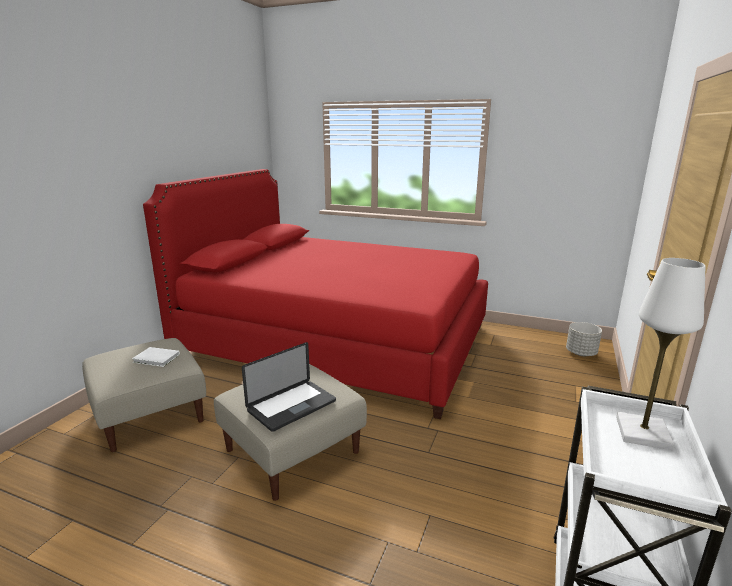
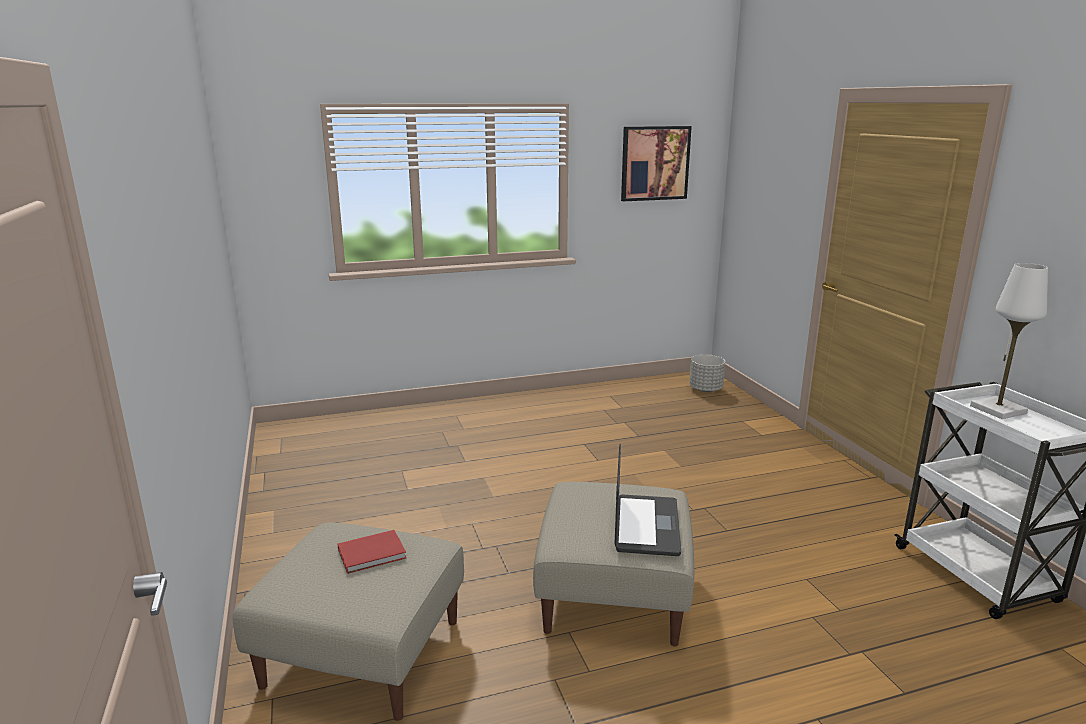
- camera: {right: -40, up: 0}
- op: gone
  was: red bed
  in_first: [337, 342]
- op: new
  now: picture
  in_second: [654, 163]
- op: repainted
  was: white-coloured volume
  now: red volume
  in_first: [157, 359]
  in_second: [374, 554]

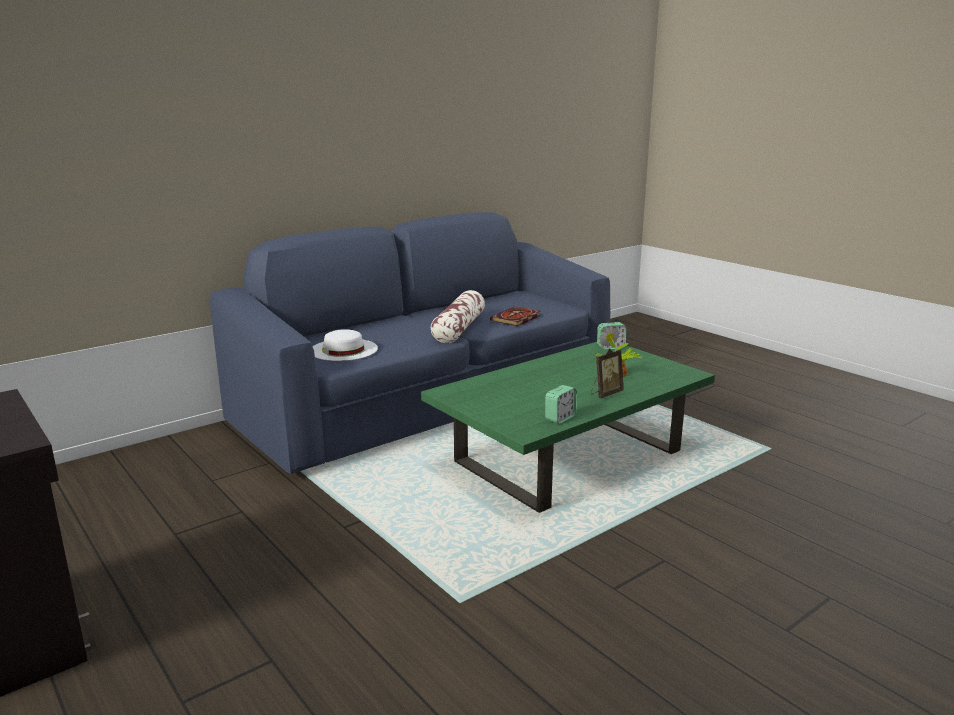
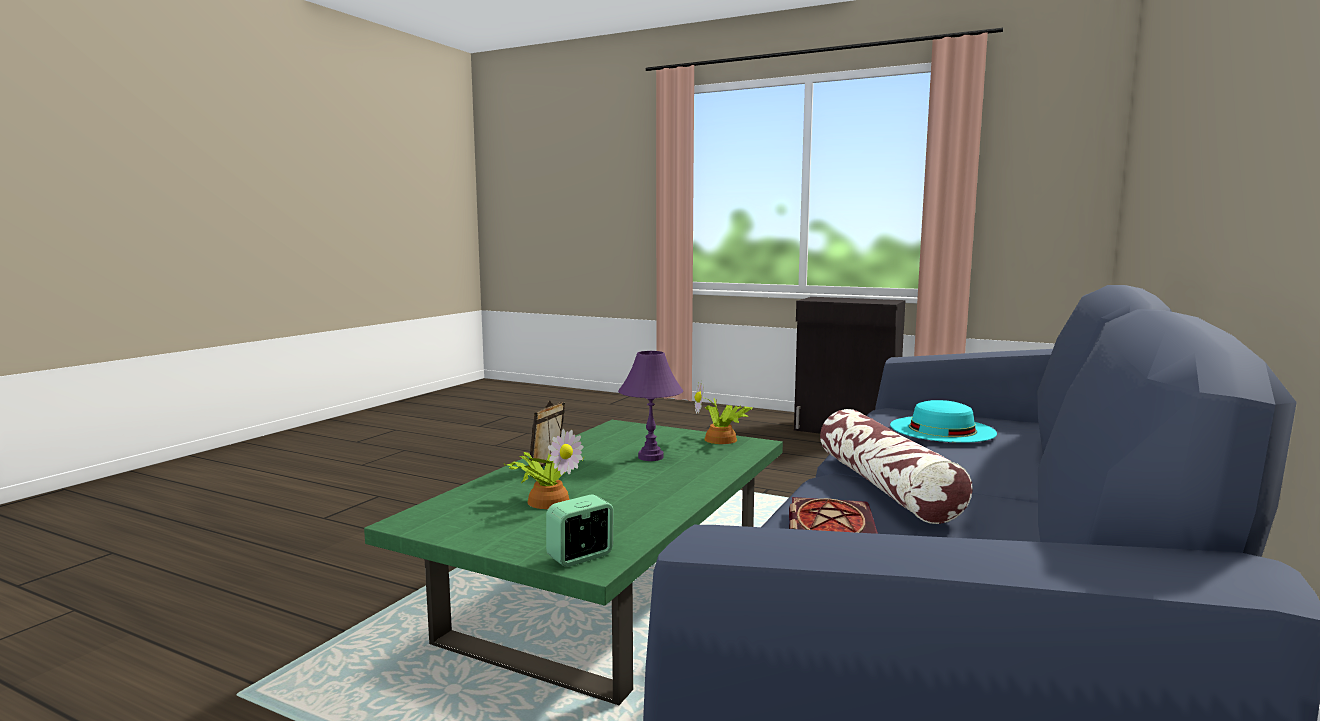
- camera: {right: 155, up: -10}
- op: gone
  was: bedside clock
  in_first: [560, 418]
- op: new
  now: purple lamp for a table
  in_second: [651, 457]
- op: new
  now: houseplant
  in_second: [722, 440]
- op: repainted
  was: white-coloured wearable hat
  now: turquoise-coloured wearable hat
  in_first: [343, 349]
  in_second: [942, 429]

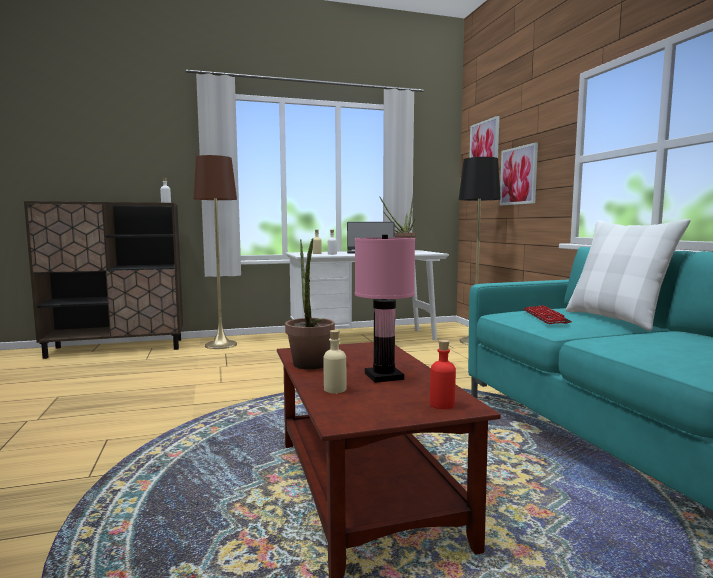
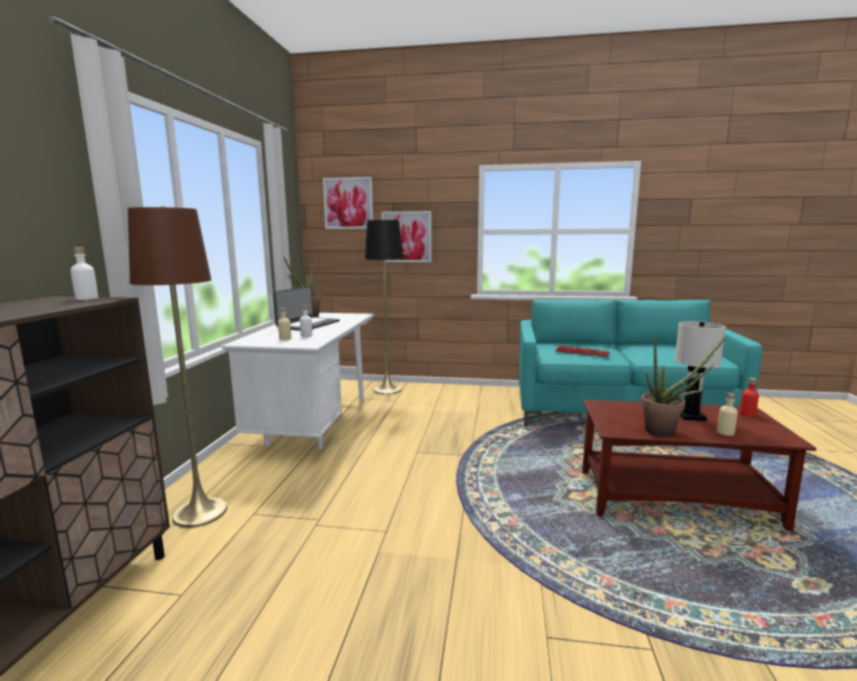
- camera: {right: -65, up: 5}
- op: gone
  was: white-coloured pillow
  in_first: [616, 319]
- op: repainted
  was: pinkish lamp for a table
  now: white-coloured lamp for a table
  in_first: [383, 376]
  in_second: [690, 416]

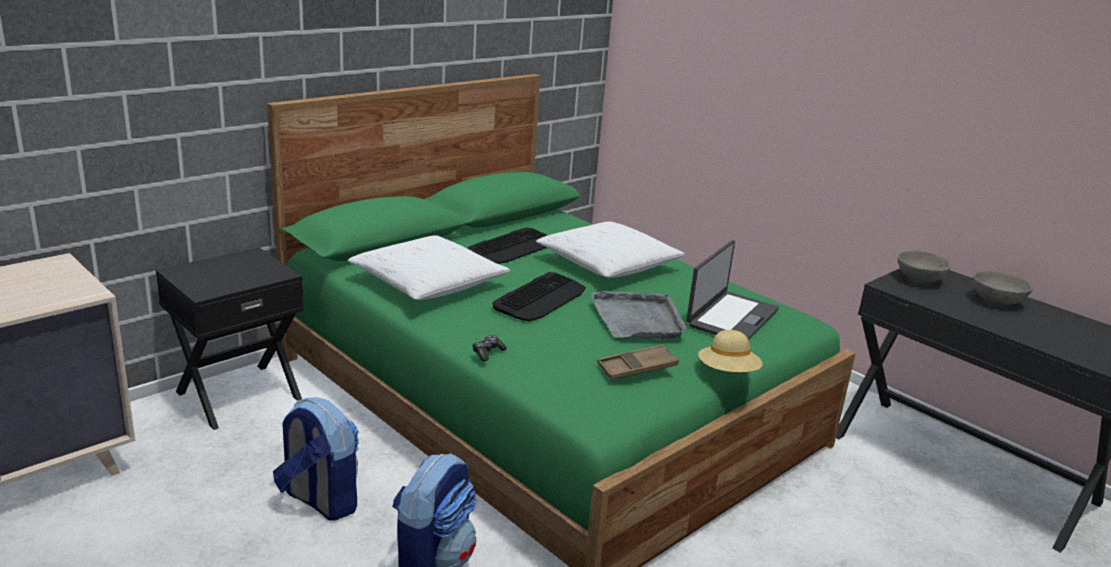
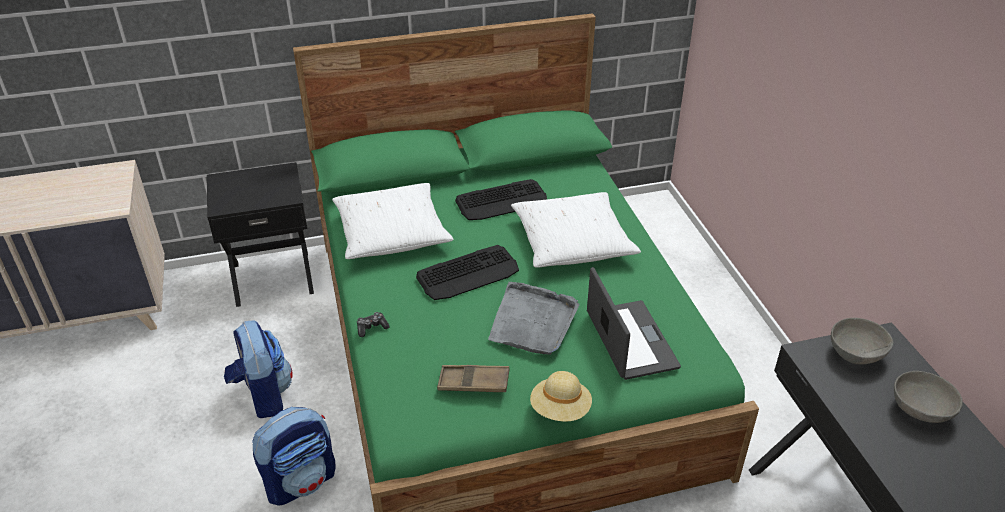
- camera: {right: 30, up: 15}
- op: rotated
  was: notebook computer
  in_first: [731, 317]
  in_second: [630, 340]
  clockwise: -75

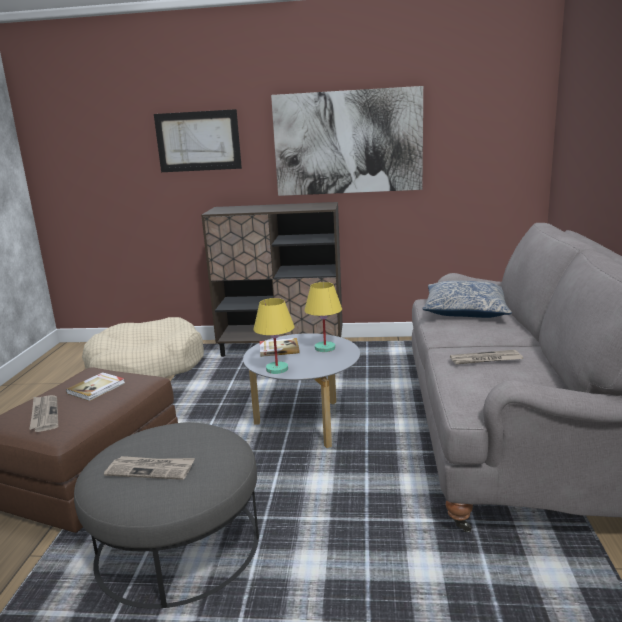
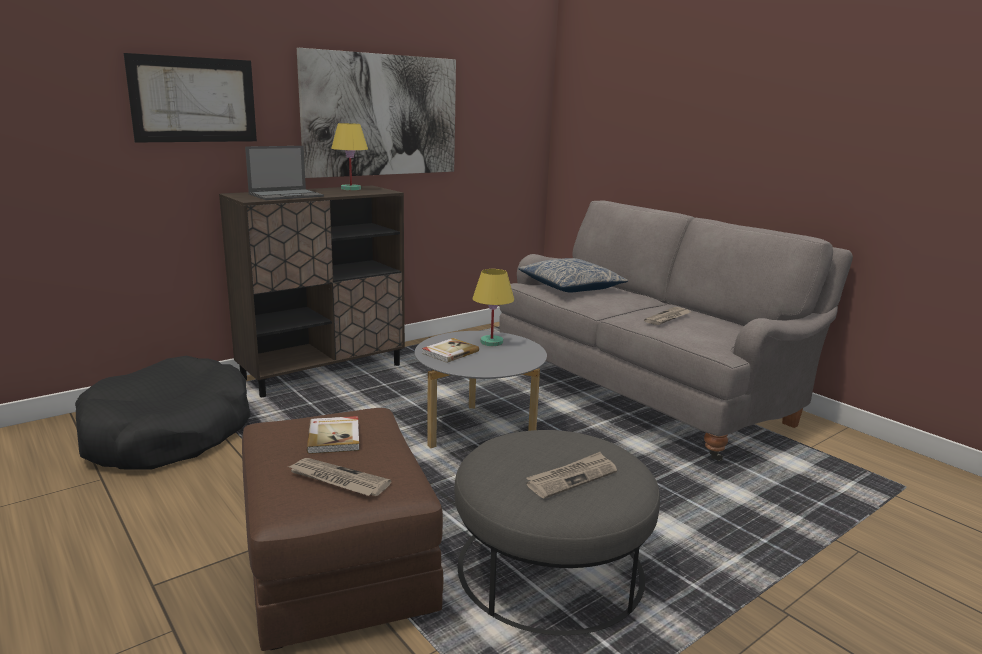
- camera: {right: -45, up: 0}
- op: new
  now: notebook computer
  in_second: [287, 195]
- op: shifted
  was: yellow-coloured lamp for a table
  in_first: [277, 369]
  in_second: [350, 189]
- op: repainted
  was: sand-coloured dog cushion
  now: blackish dog cushion
  in_first: [146, 366]
  in_second: [168, 433]

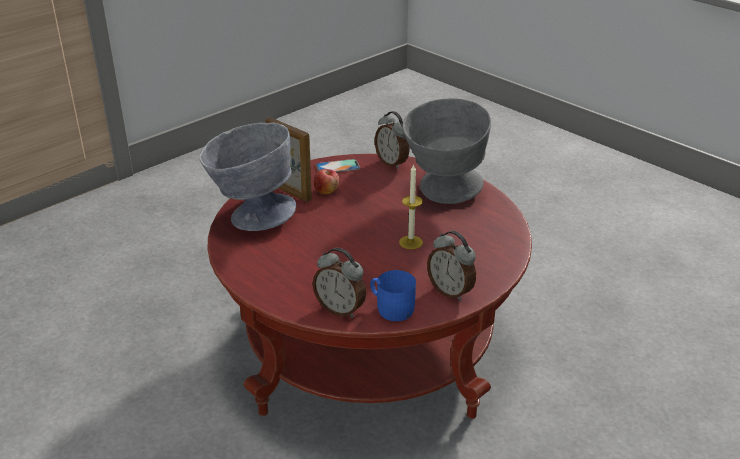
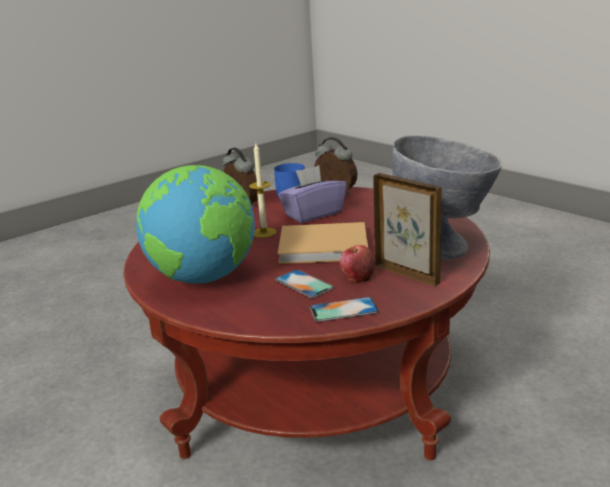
- camera: {right: -175, up: -10}
- op: gone
  was: bedside clock
  in_first: [392, 163]
- op: new
  now: phone
  in_second: [304, 284]
- op: new
  now: purple tissue holder
  in_second: [313, 214]
- op: new
  now: sand-coloured volume
  in_second: [326, 246]
- op: swapped
  was: grey serving bowl
  now: globe
  in_first: [442, 193]
  in_second: [204, 278]

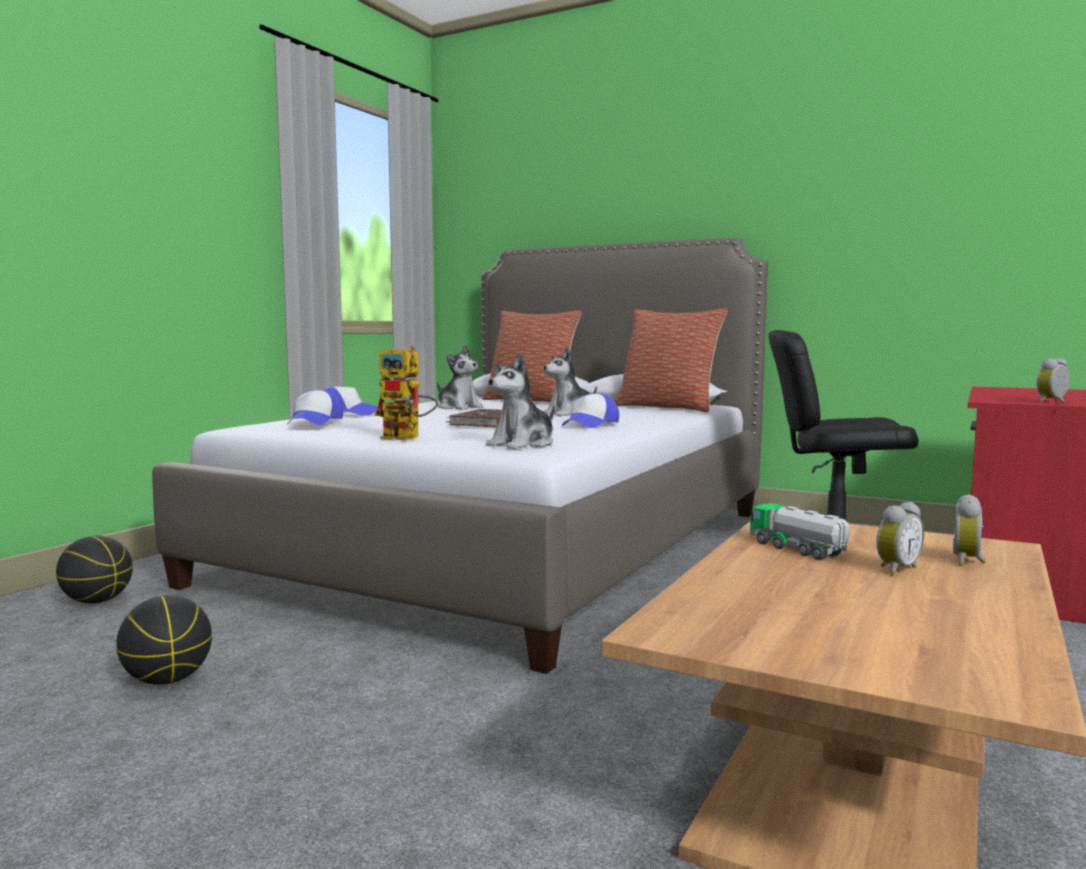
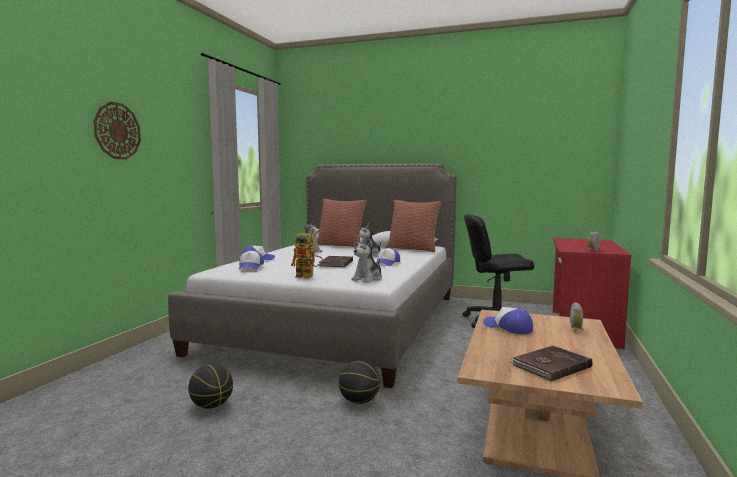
- camera: {right: -10, up: 0}
- op: gone
  was: bedside clock
  in_first: [895, 569]
- op: new
  now: clock on the wall
  in_second: [117, 131]
- op: new
  now: brown volume
  in_second: [550, 365]
- op: shifted
  was: ball for basketball
  in_first: [97, 601]
  in_second: [359, 401]
- op: swapped
  was: toy lorry
  now: baseball cap
  in_first: [798, 549]
  in_second: [508, 328]

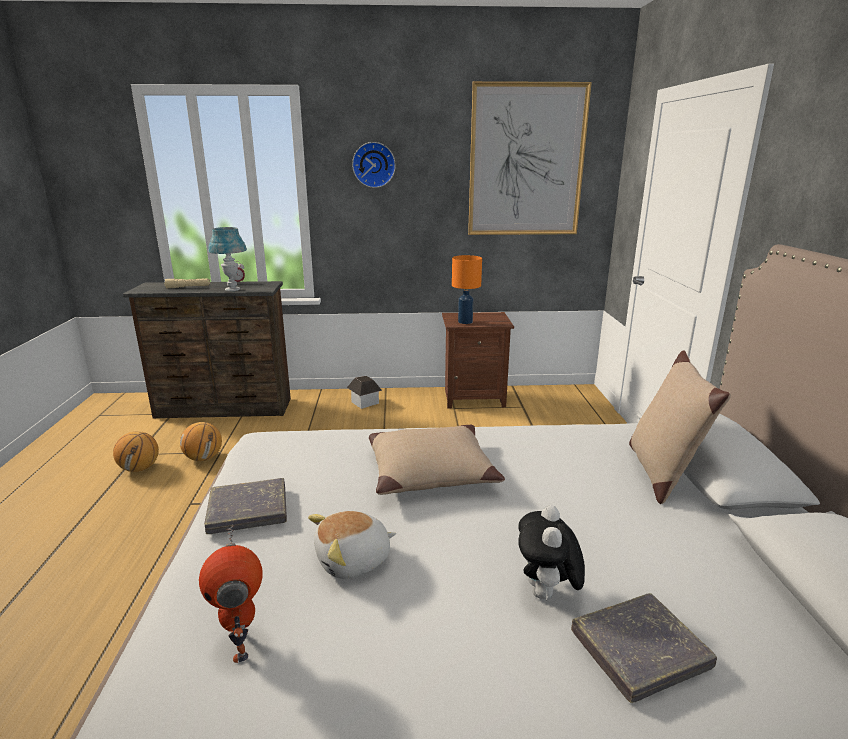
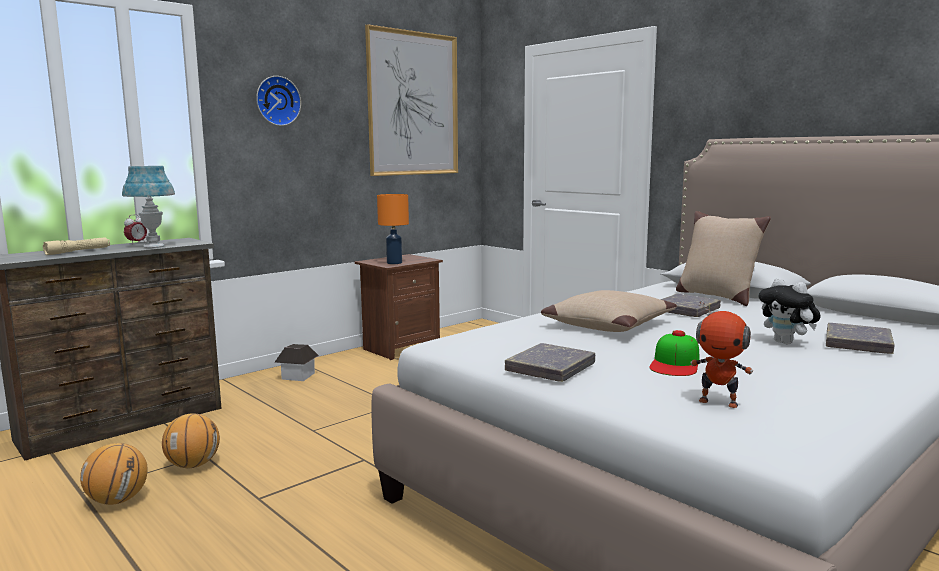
- camera: {right: -40, up: -10}
- op: new
  now: grey volume
  in_second: [686, 310]
- op: swapped
  was: plush toy
  now: baseball cap
  in_first: [354, 560]
  in_second: [675, 363]

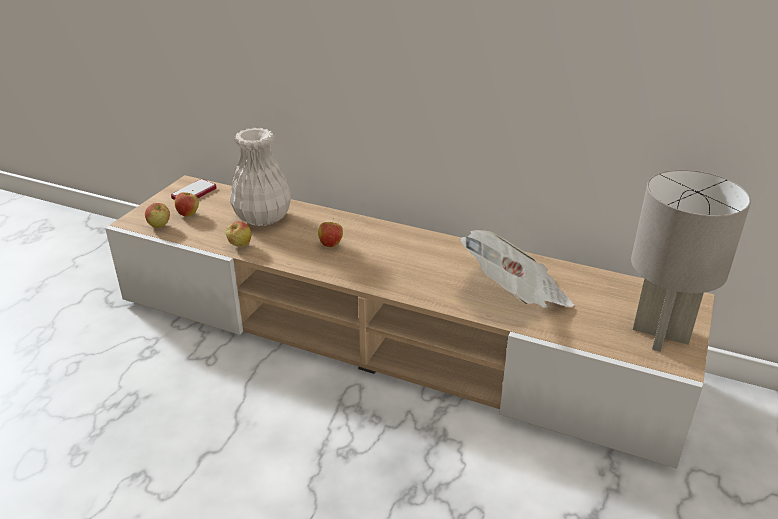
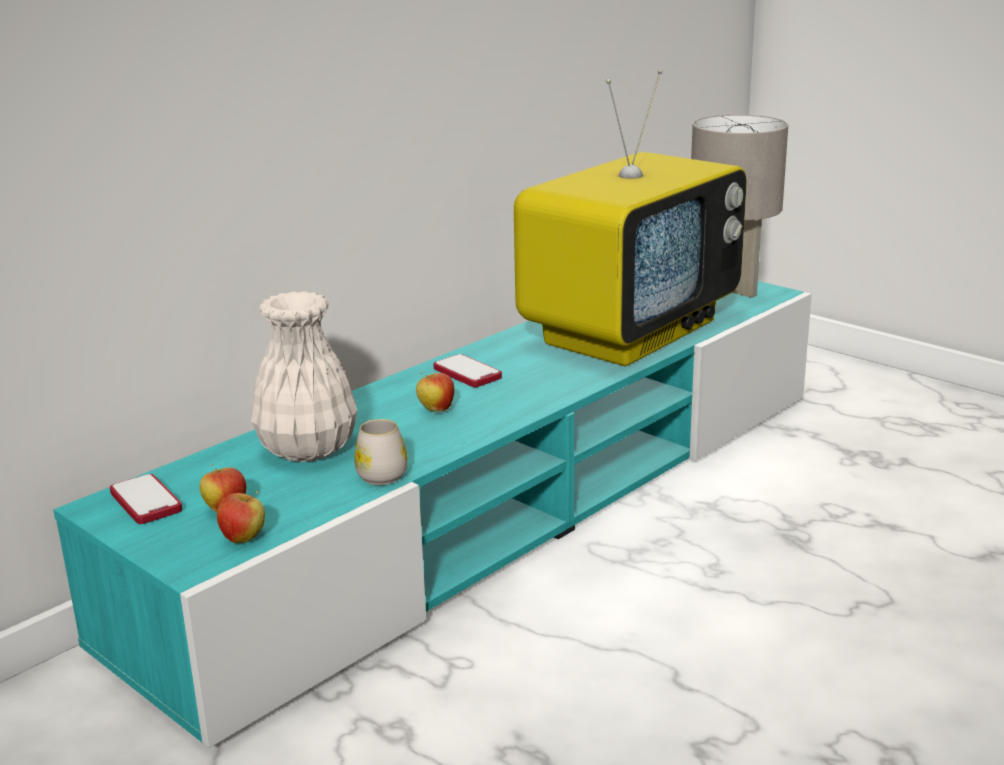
- camera: {right: -70, up: -10}
- op: new
  now: phone
  in_second: [467, 373]
- op: swapped
  was: whole apple
  now: white-coloured coffee mug
  in_first: [240, 245]
  in_second: [380, 473]
- op: swapped
  was: newspaper
  now: TV
  in_first: [515, 295]
  in_second: [629, 332]
- op: repainted
  was: sand-coloured tv stand
  now: turquoise-coloured tv stand
  in_first: [390, 337]
  in_second: [506, 507]

